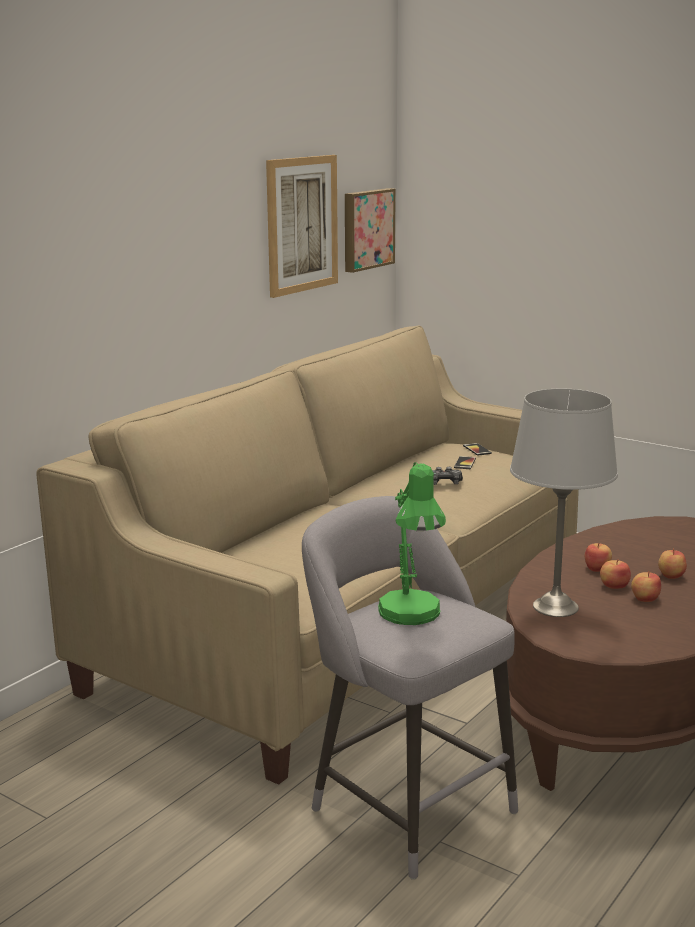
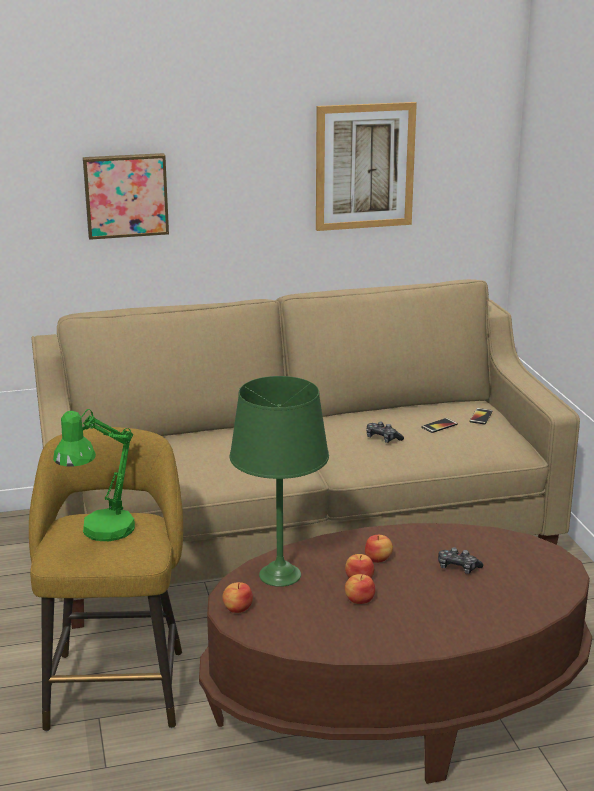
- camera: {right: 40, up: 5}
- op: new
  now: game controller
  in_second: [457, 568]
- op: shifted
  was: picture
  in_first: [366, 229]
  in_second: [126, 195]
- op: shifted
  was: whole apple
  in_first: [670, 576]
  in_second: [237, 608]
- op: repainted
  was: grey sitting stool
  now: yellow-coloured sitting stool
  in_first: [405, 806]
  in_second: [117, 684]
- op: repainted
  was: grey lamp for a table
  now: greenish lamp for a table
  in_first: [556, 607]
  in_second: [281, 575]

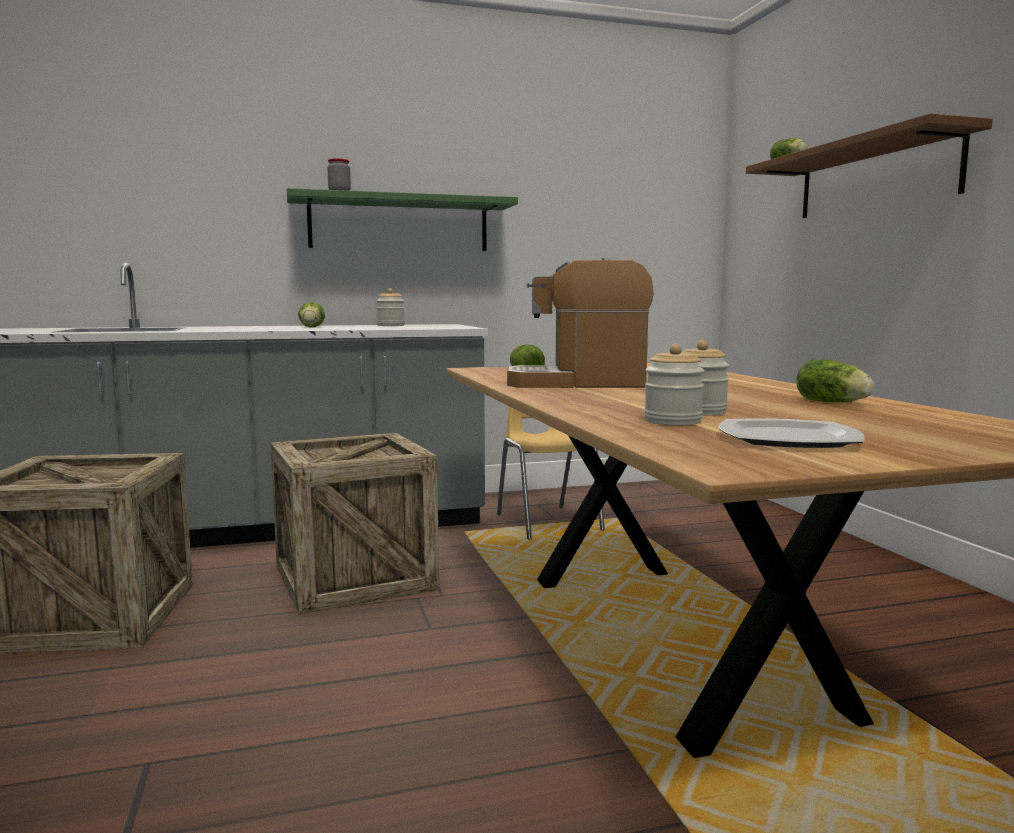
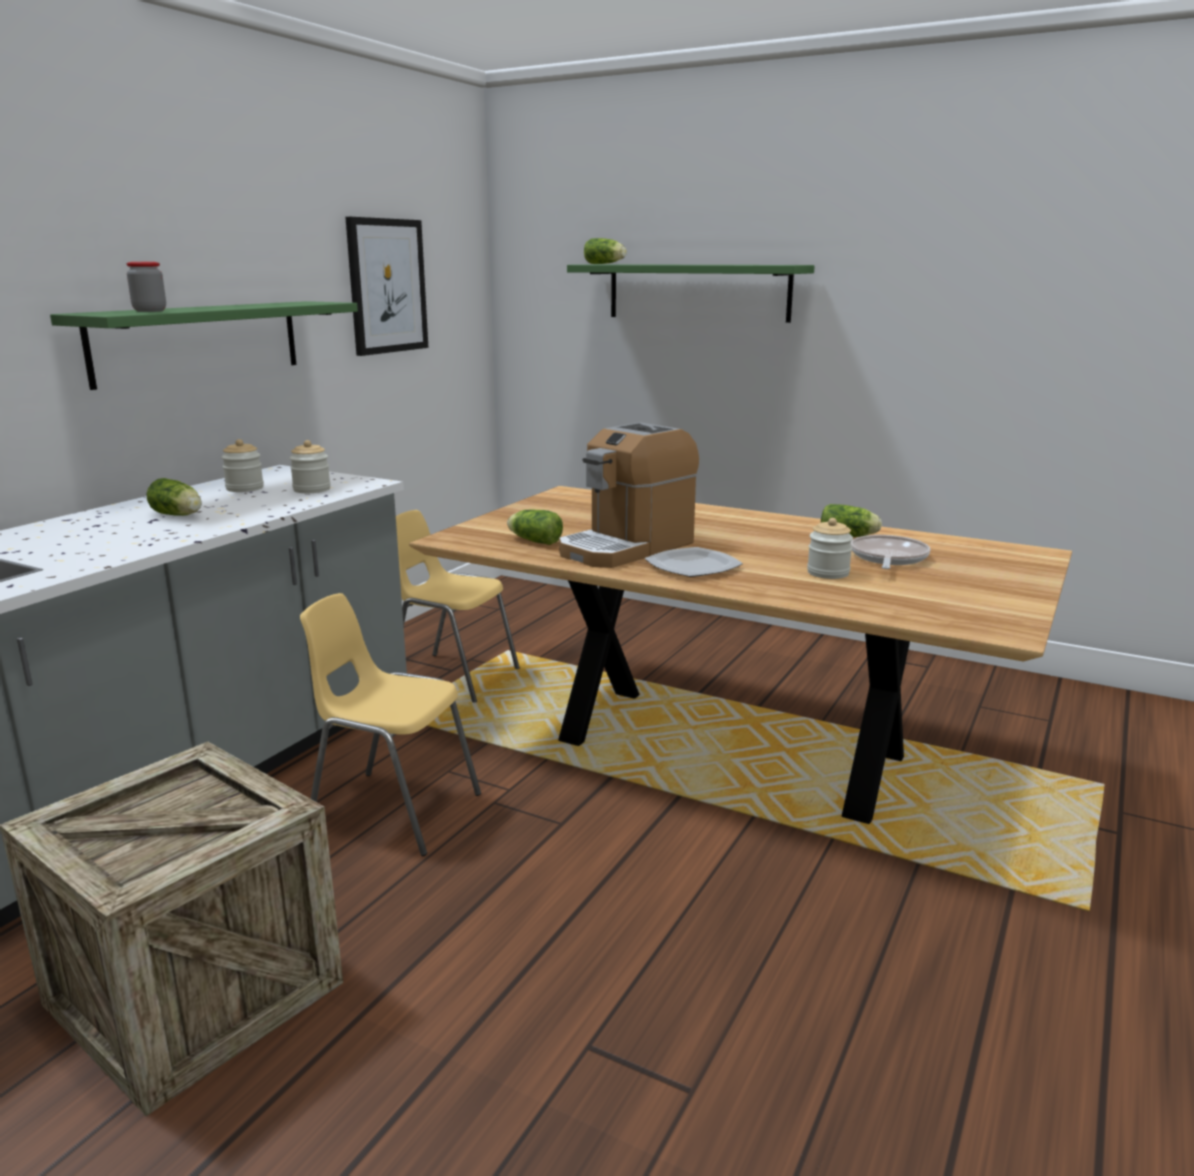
- camera: {right: -45, up: 10}
- op: new
  now: picture
  in_second: [387, 286]
- op: new
  now: pan
  in_second: [888, 558]
- op: shifted
  was: preserve jar
  in_first: [672, 421]
  in_second: [312, 489]
- op: shifted
  was: flat dish
  in_first: [789, 439]
  in_second: [694, 566]
- op: swapped
  was: shipping crate
  now: yellow-coloured upright chair
  in_first: [354, 577]
  in_second: [394, 810]
- op: repainted
  was: brown bracket shelf
  now: greenish bracket shelf
  in_first: [875, 177]
  in_second: [698, 292]

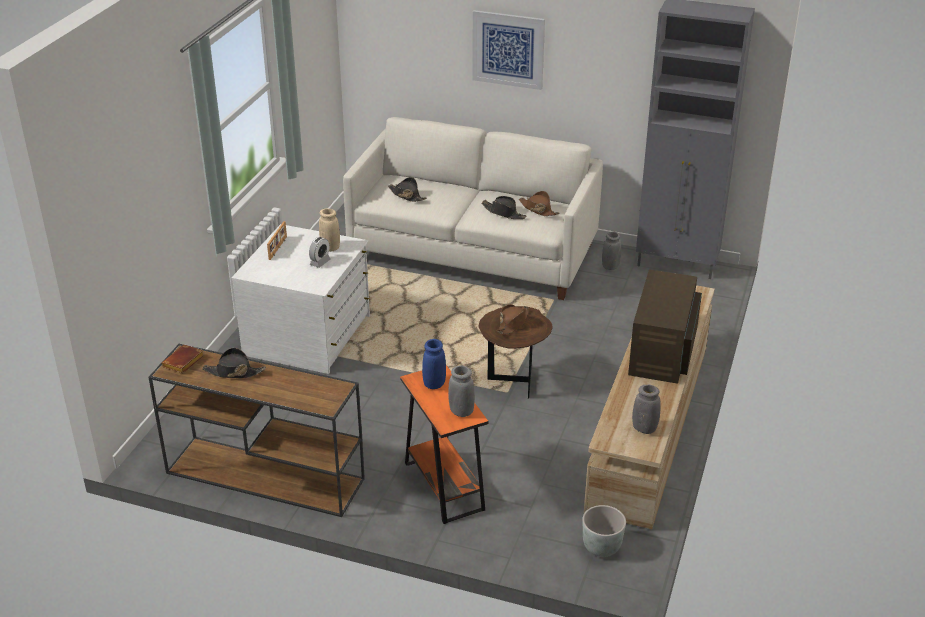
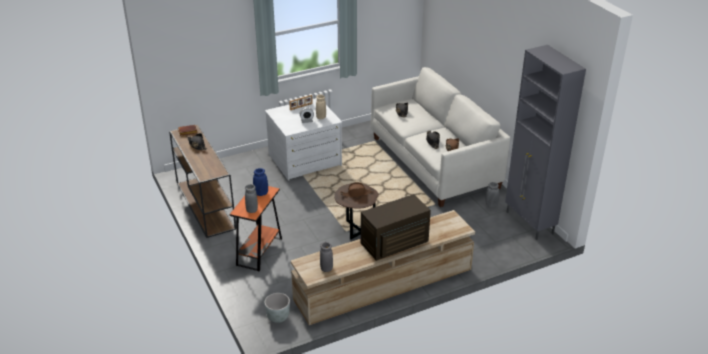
- camera: {right: 45, up: 0}
- op: gone
  was: picture
  in_first: [508, 49]

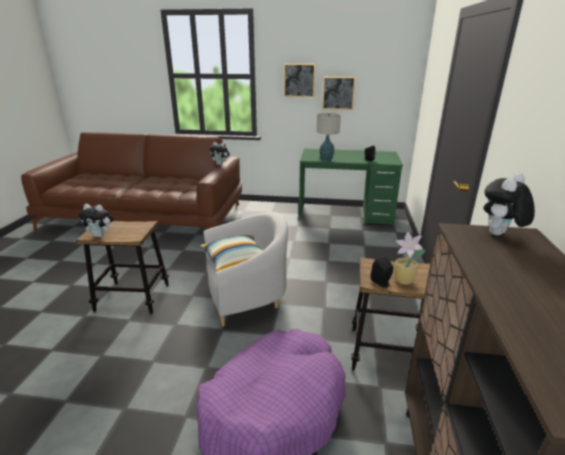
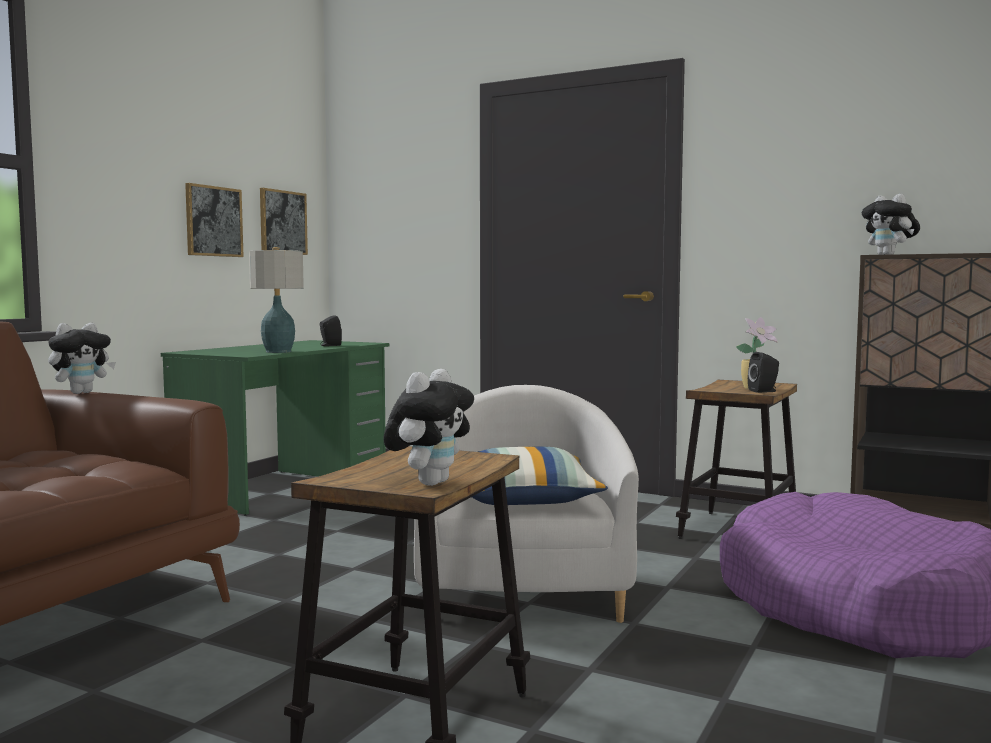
- camera: {right: -70, up: -20}
- op: shifted
  was: picture
  in_first: [299, 80]
  in_second: [282, 222]

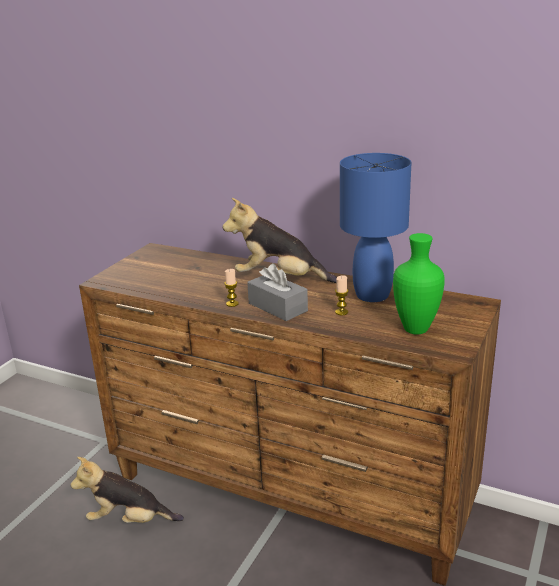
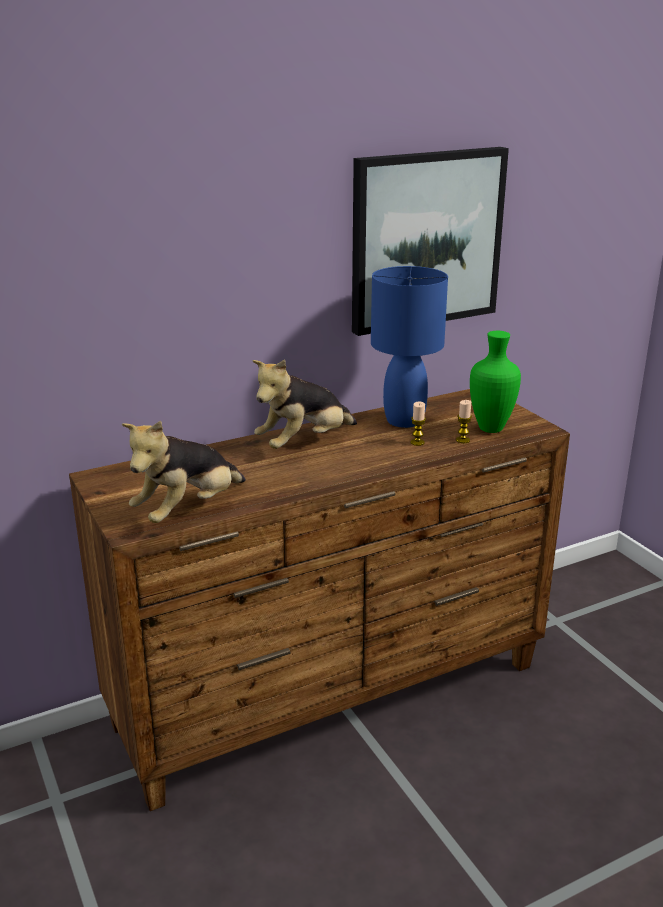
- camera: {right: -55, up: 0}
- op: gone
  was: grey tissue holder
  in_first: [277, 307]
- op: new
  now: picture
  in_second: [426, 239]
- op: shifted
  was: plush toy
  in_first: [129, 520]
  in_second: [188, 510]
- op: shifted
  was: wax light
  in_first: [232, 304]
  in_second: [462, 440]

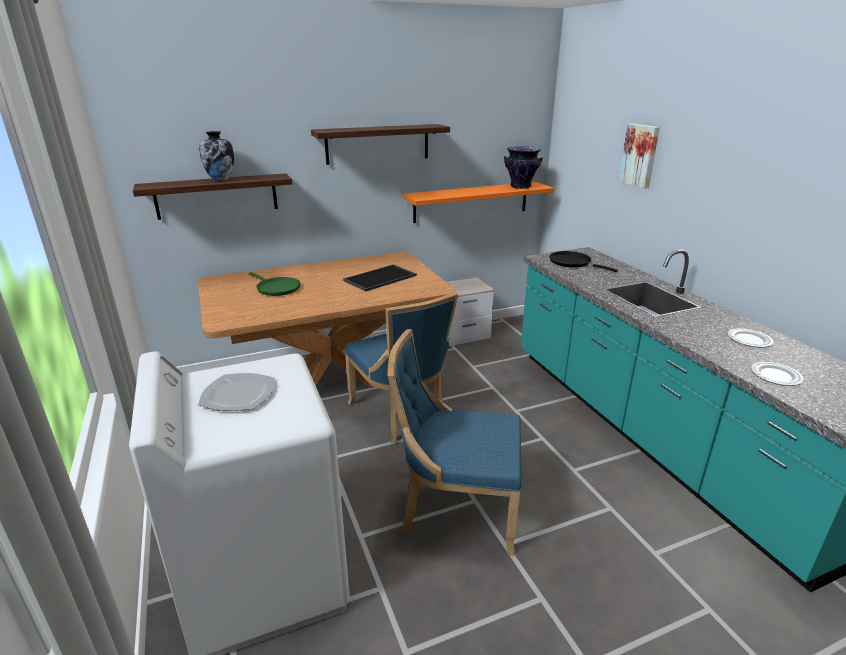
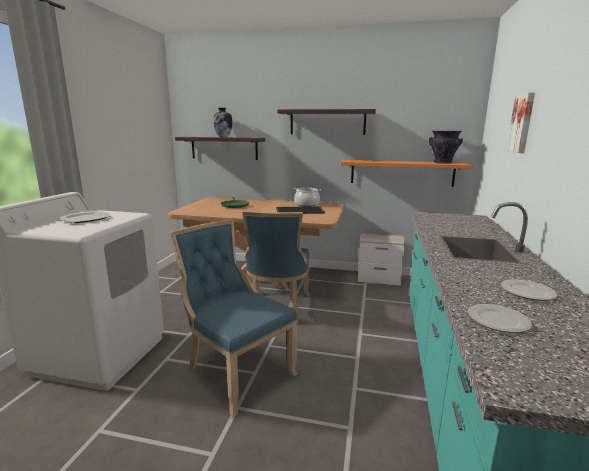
- camera: {right: 35, up: -10}
- op: gone
  was: blackish pan
  in_first: [573, 263]
- op: new
  now: cooking pot
  in_second: [307, 204]

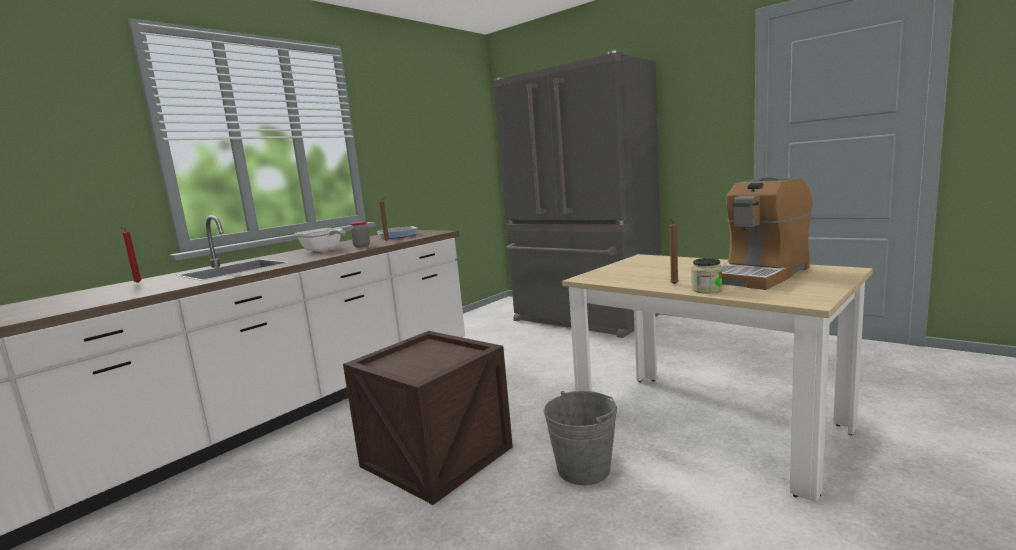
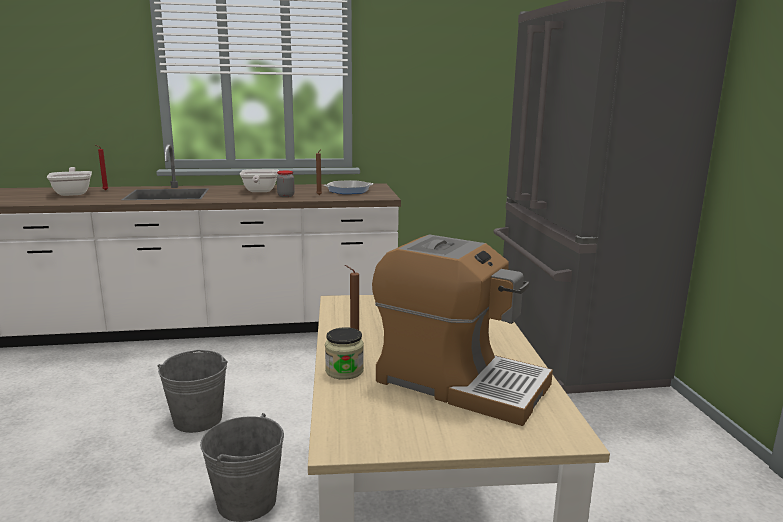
- camera: {right: 40, up: 5}
- op: new
  now: pan
  in_second: [73, 193]
- op: swapped
  was: shipping crate
  now: grey pail
  in_first: [436, 456]
  in_second: [198, 419]
- op: rotated
  was: coffee brewer
  in_first: [759, 275]
  in_second: [459, 382]
  clockwise: -150

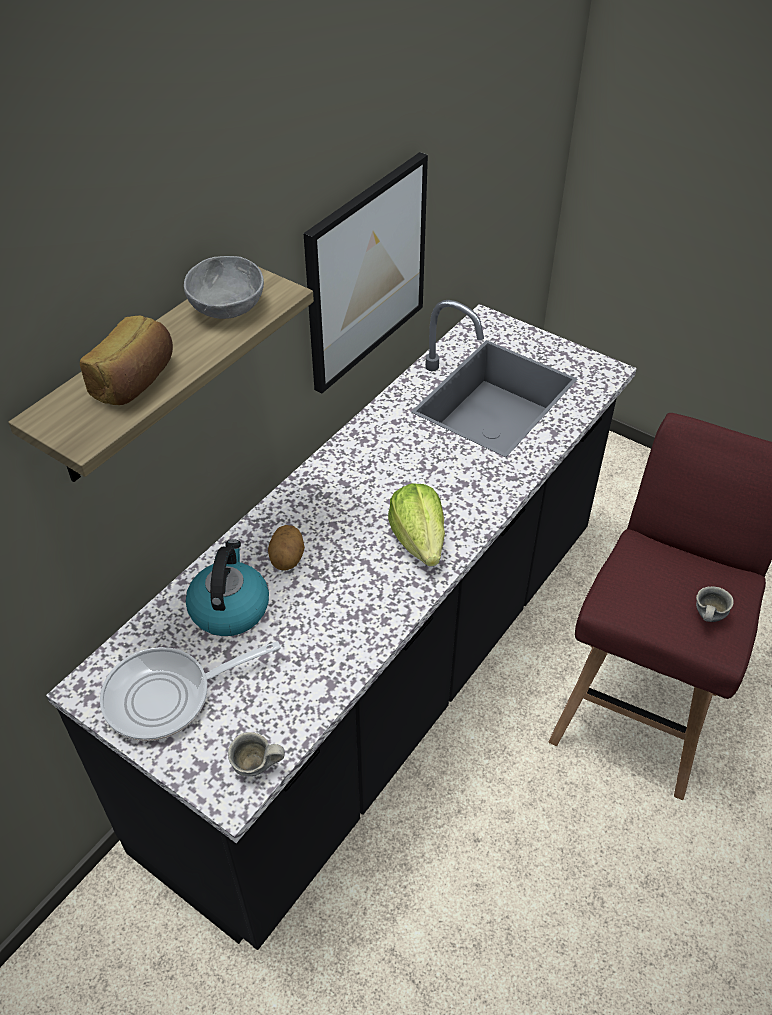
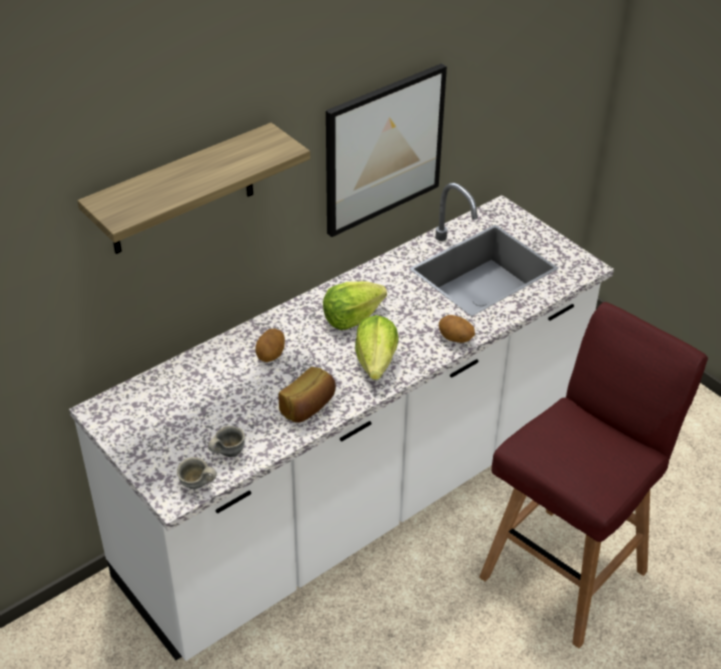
- camera: {right: 15, up: -5}
- op: gone
  was: pan
  in_first: [168, 696]
- op: gone
  was: grey serving bowl
  in_first: [229, 307]
- op: gone
  was: water kettle
  in_first: [229, 607]
- op: new
  now: head of lettuce
  in_second: [352, 318]
- op: new
  now: spud
  in_second: [455, 339]
- op: shifted
  was: bakery bread
  in_first: [136, 381]
  in_second: [309, 407]
- op: shifted
  was: grey coffee mug
  in_first: [706, 617]
  in_second: [227, 453]
- op: repainted
  was: blackish kitchen counter
  now: white-coloured kitchen counter
  in_first: [386, 682]
  in_second: [358, 500]

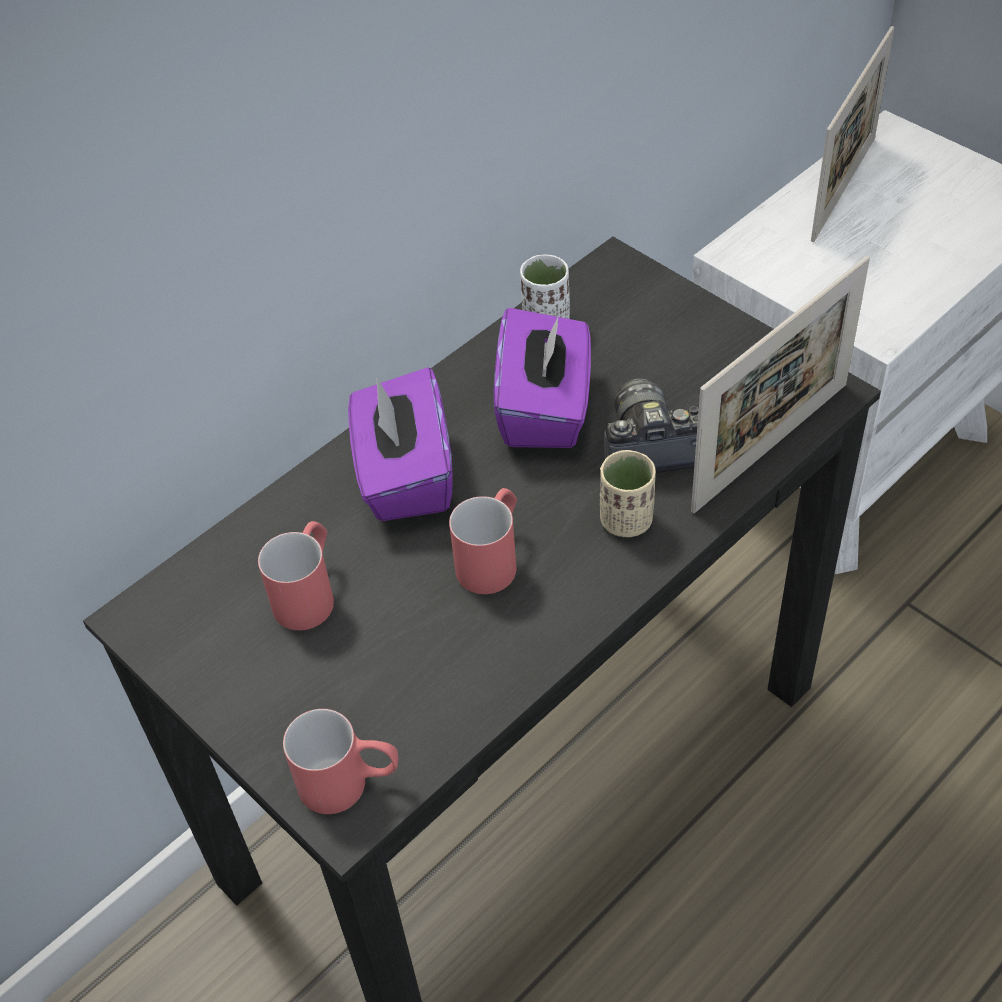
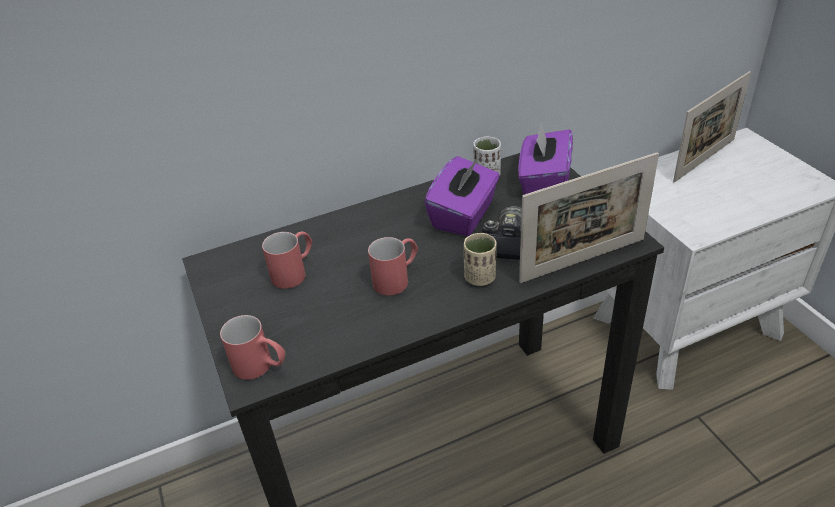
- camera: {right: 20, up: -10}
- op: shifted
  was: purple tissue holder
  in_first: [405, 476]
  in_second: [544, 182]

